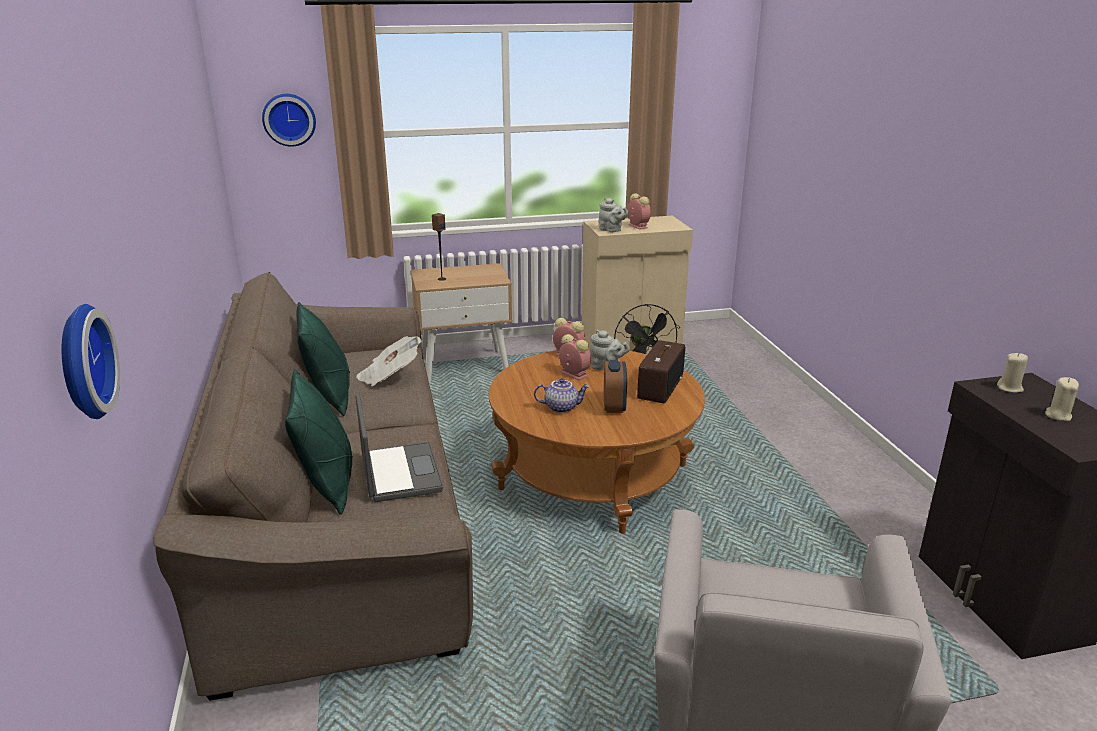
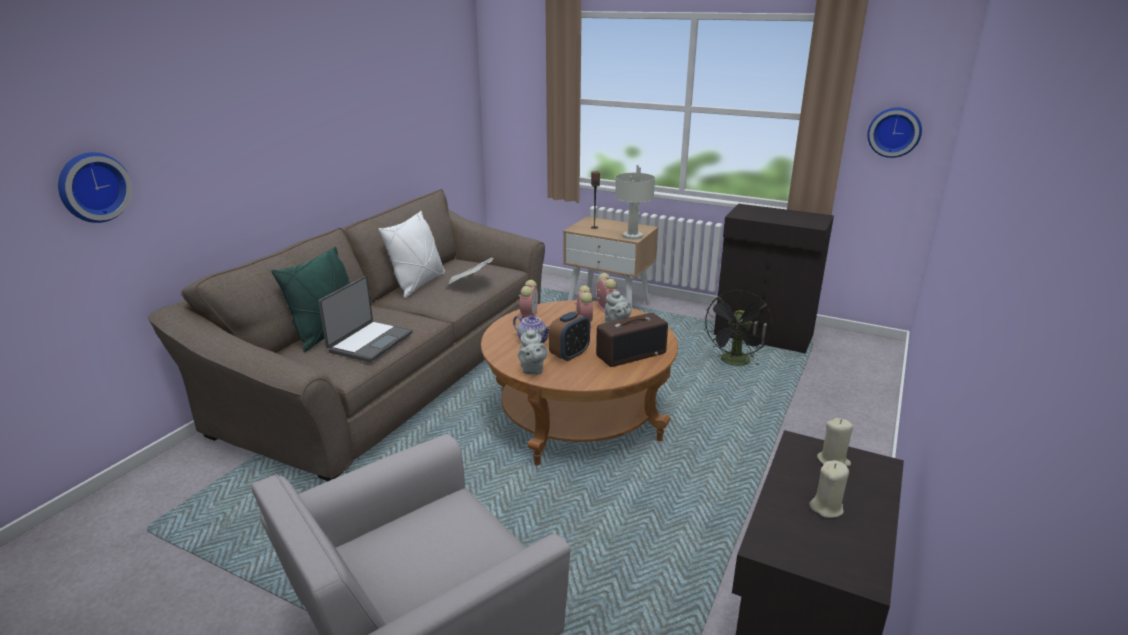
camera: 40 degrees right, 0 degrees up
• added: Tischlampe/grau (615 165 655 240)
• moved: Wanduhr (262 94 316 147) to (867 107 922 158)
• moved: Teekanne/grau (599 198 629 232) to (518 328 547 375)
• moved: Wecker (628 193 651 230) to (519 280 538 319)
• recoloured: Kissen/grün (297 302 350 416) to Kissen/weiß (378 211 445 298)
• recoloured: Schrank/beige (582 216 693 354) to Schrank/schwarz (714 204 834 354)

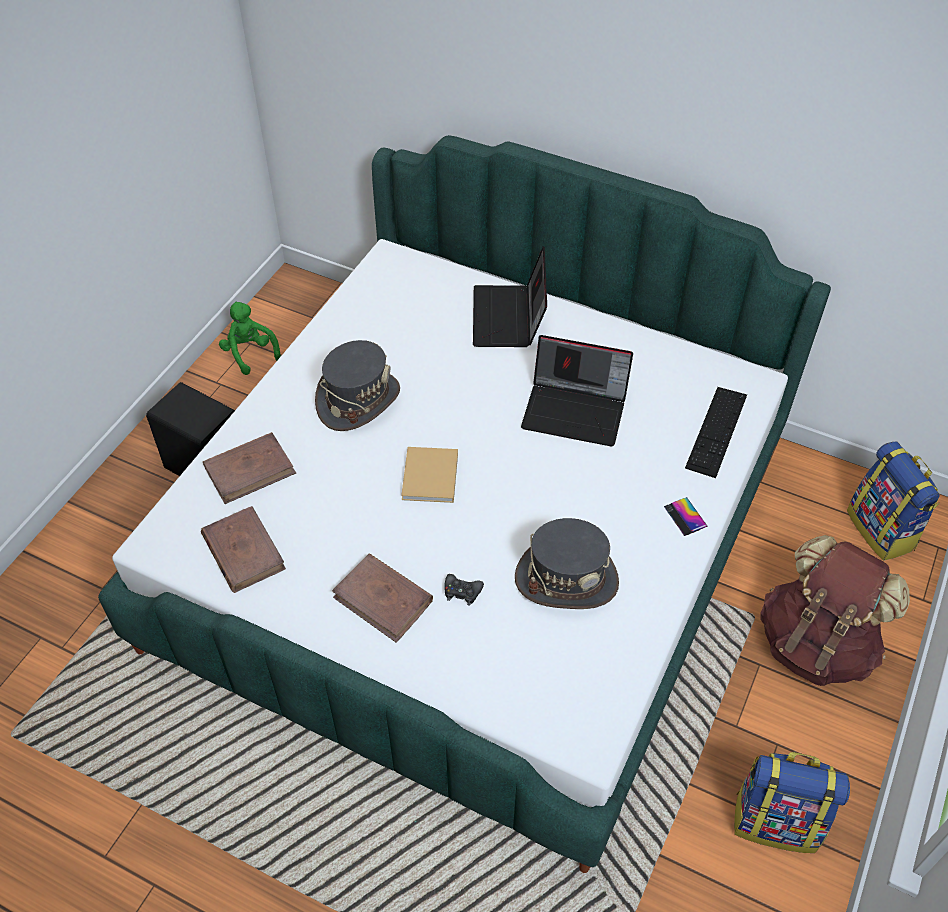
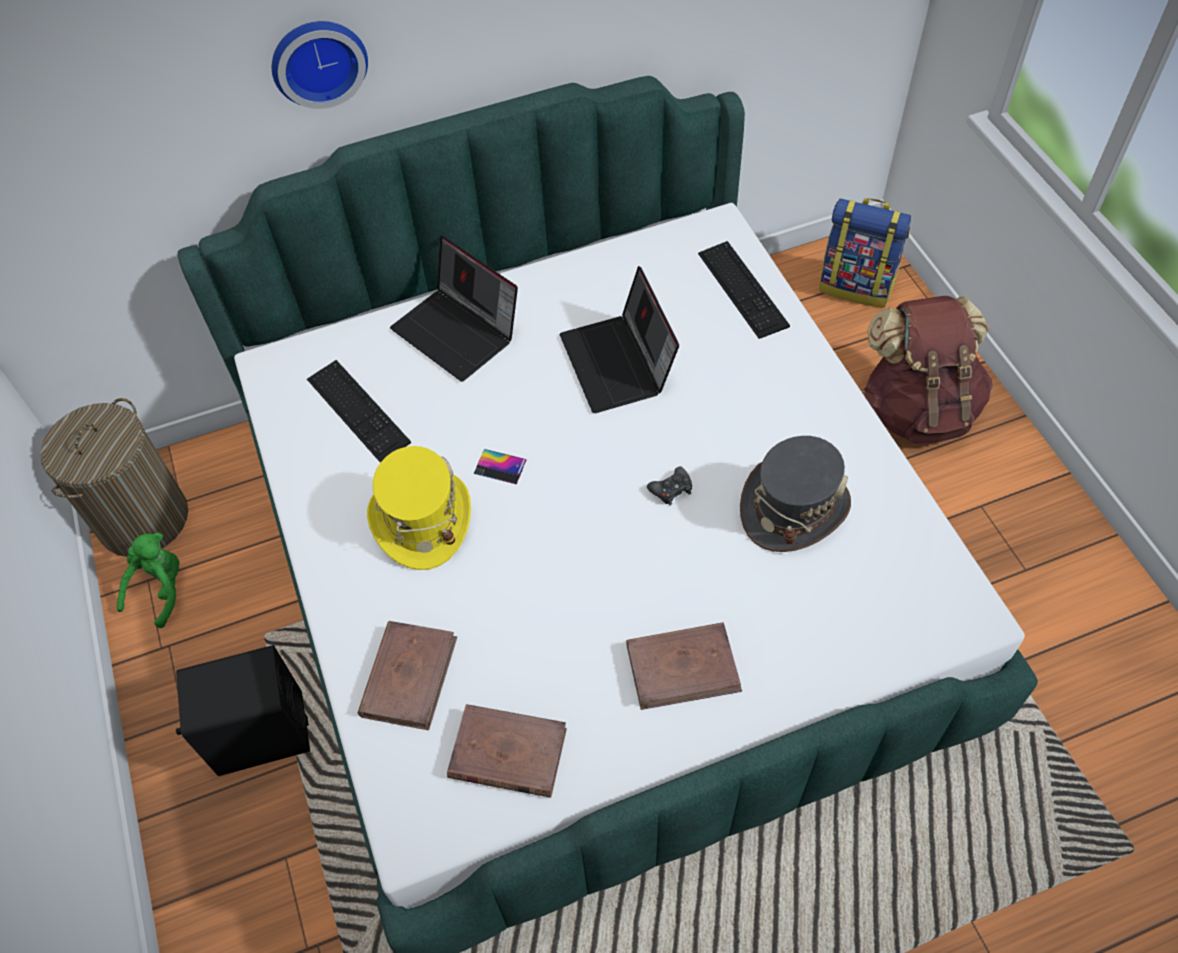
camera: 45 degrees left, 5 degrees up
• removed: Buch/beige (401 447 458 503)
• removed: Rucksack (734 752 850 853)
• added: Wäschekorb (40 398 188 557)
• added: Wanduhr (272 21 368 109)
• added: Tastatur (307 360 411 463)
• moved: Gamepad/schwarz (444 574 484 606) to (647 466 692 505)
• moved: Handy (664 497 708 536) to (474 449 527 484)
• recoloured: Hut/grau (315 340 400 431) to Hut/gelb (367 446 471 570)
• turned: Plüschtier/grün (219 302 281 375) = (117 533 180 628) 105 degrees clockwise
• turned: Laptop (521 335 633 446) = (559 266 679 413) 105 degrees clockwise

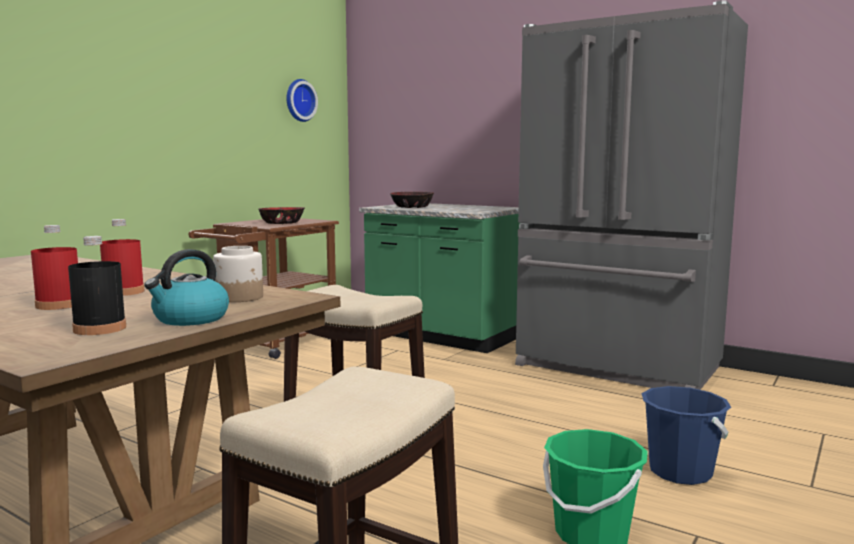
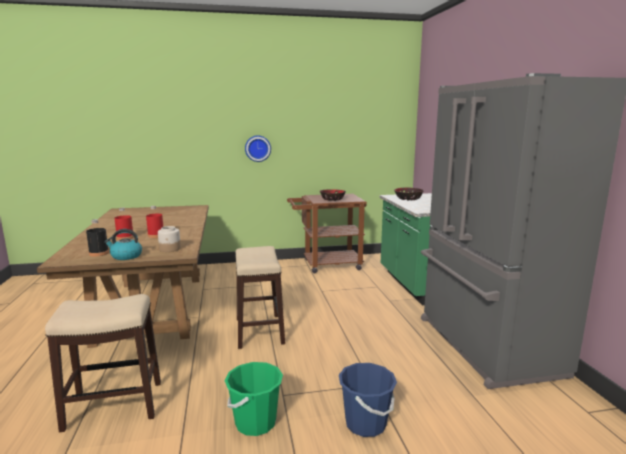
camera: 45 degrees right, 5 degrees up
• moved: Wanduhr (286 79 318 122) to (245 135 271 162)

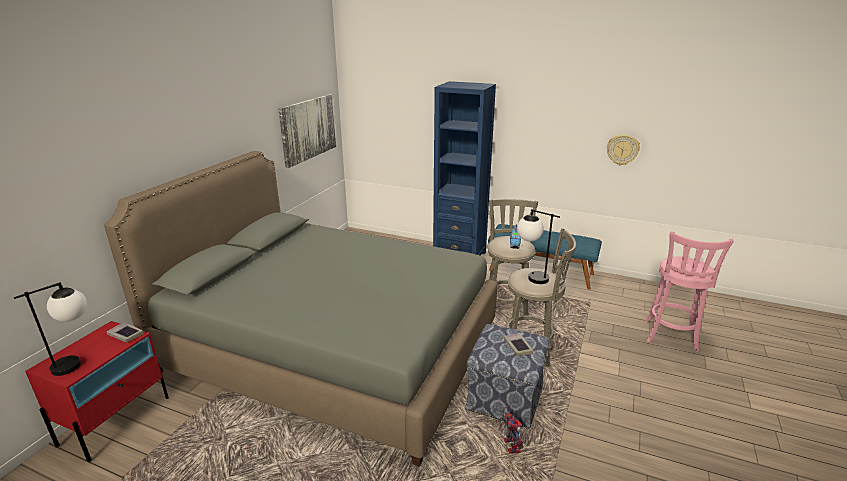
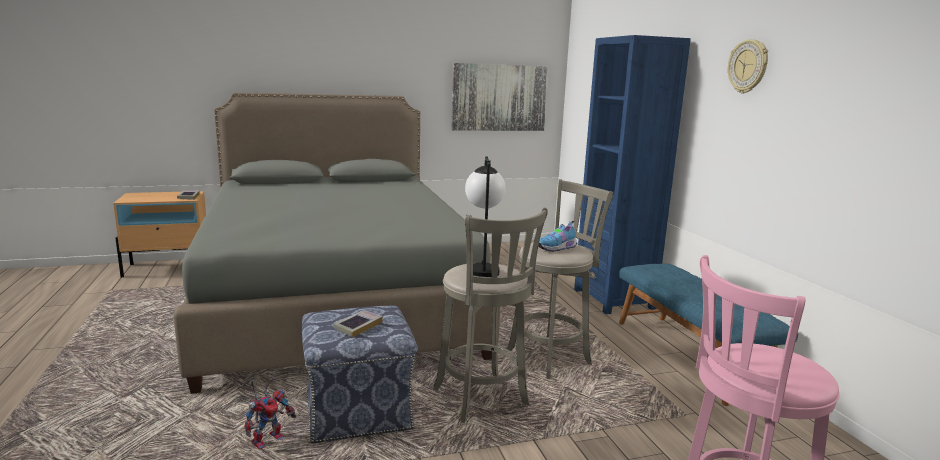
camera: 50 degrees right, 10 degrees down
• removed: Tischlampe (14 282 87 376)
• moved: Wanduhr (607 135 640 165) to (728 39 768 94)
• recoloured: Nachttisch/rot (25 321 169 462) to Nachttisch/beige (113 191 206 277)

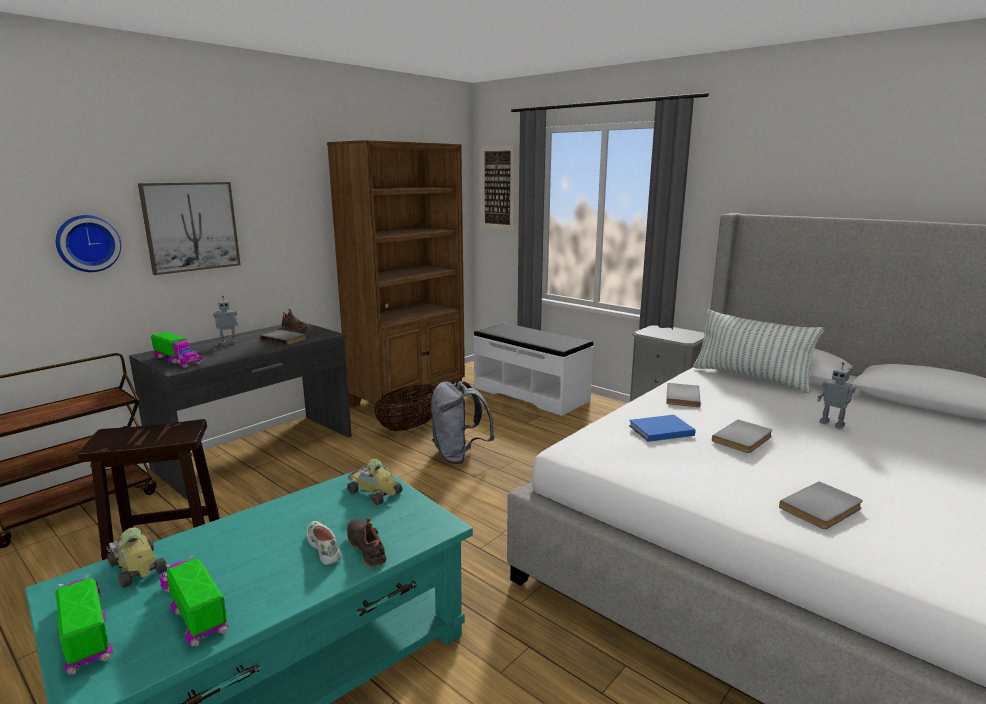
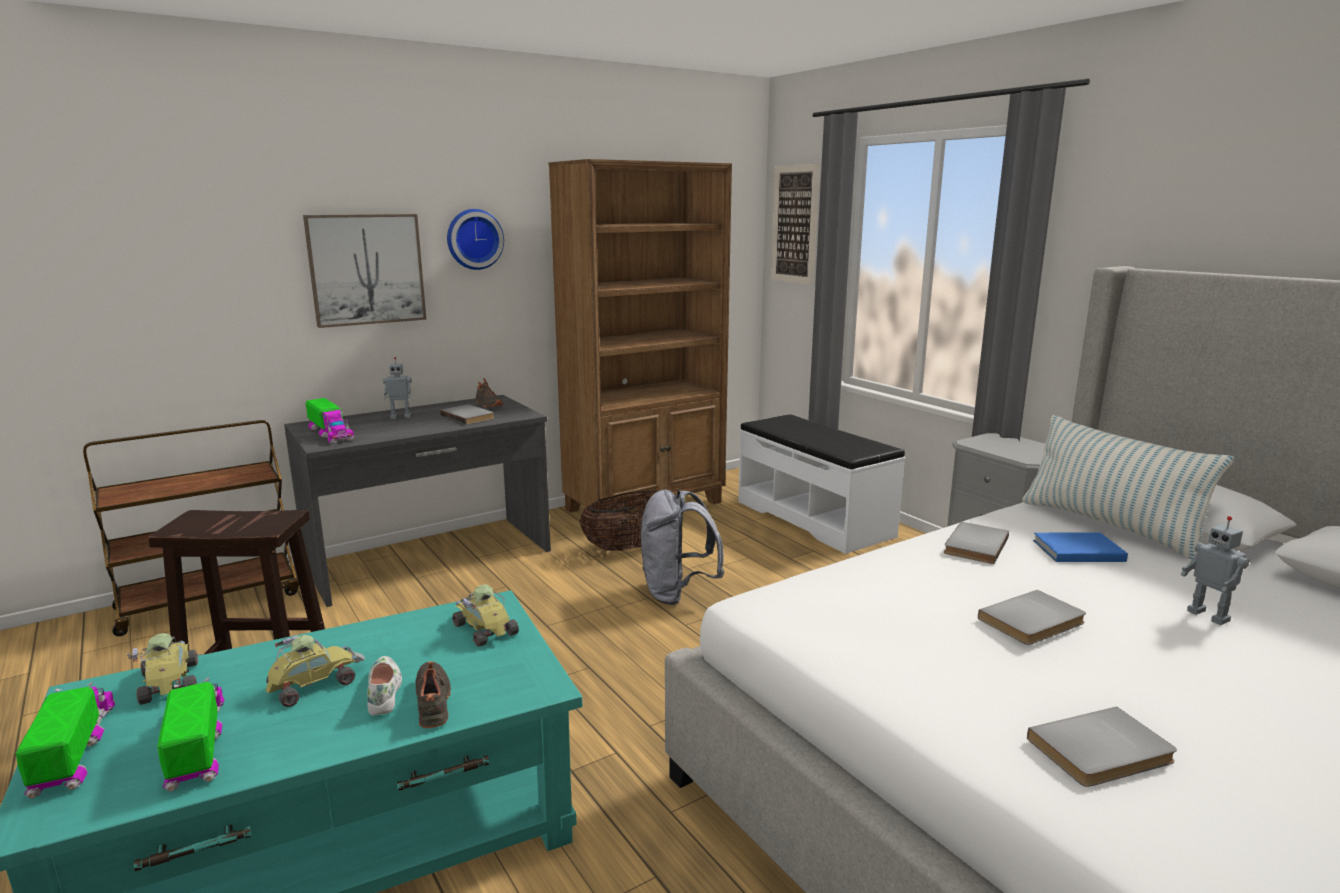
camera: 15 degrees right, 0 degrees up
• added: Spielzeugauto (266 635 365 707)
• moved: Wanduhr (56 215 121 272) to (447 209 504 270)
• moved: Buch/blau (629 415 696 442) to (1033 532 1128 562)

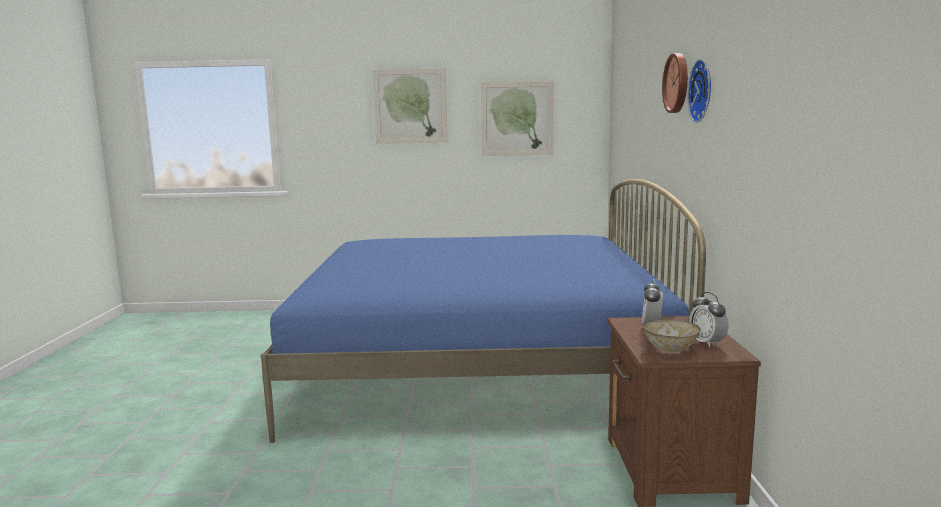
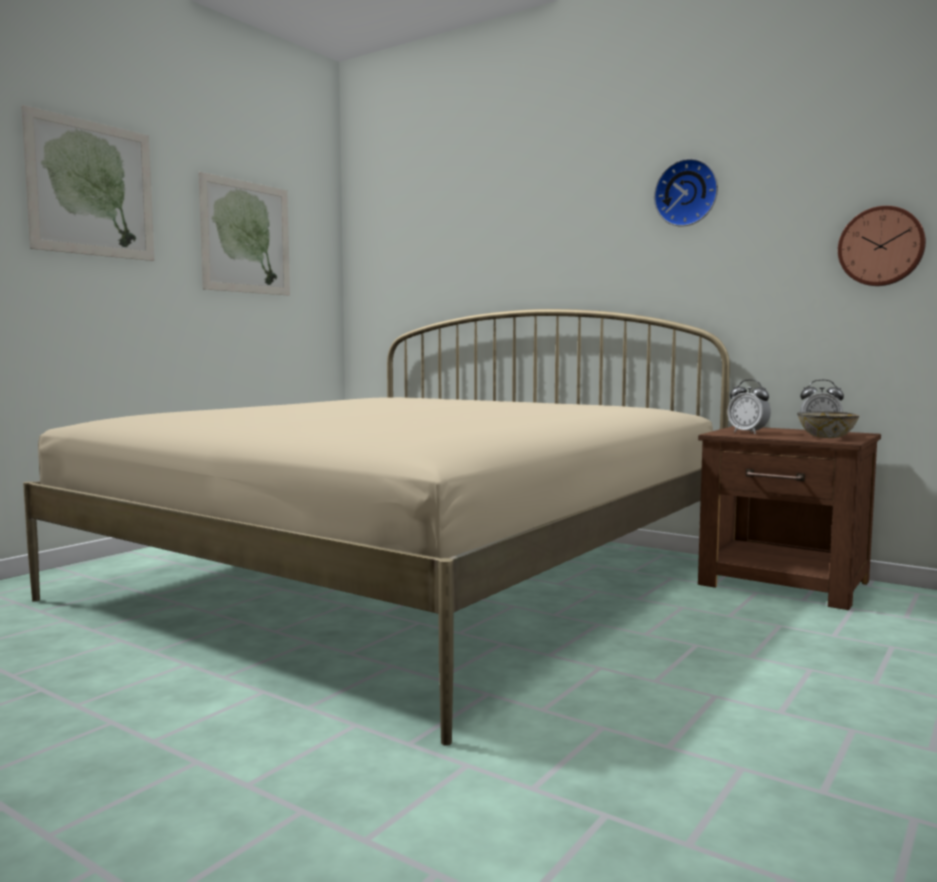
camera: 55 degrees left, 5 degrees down
• moved: Wanduhr (662 53 688 113) to (838 206 926 286)
• recoloured: Bett/blau (261 179 706 443) to Bett/beige (23 309 730 746)

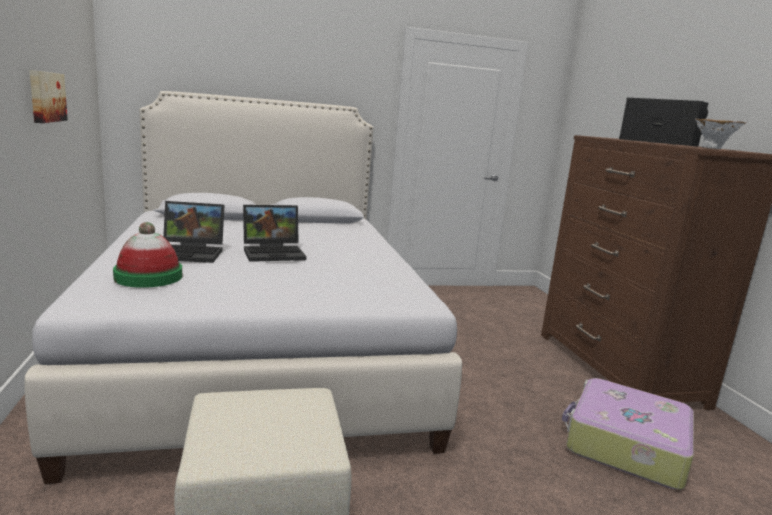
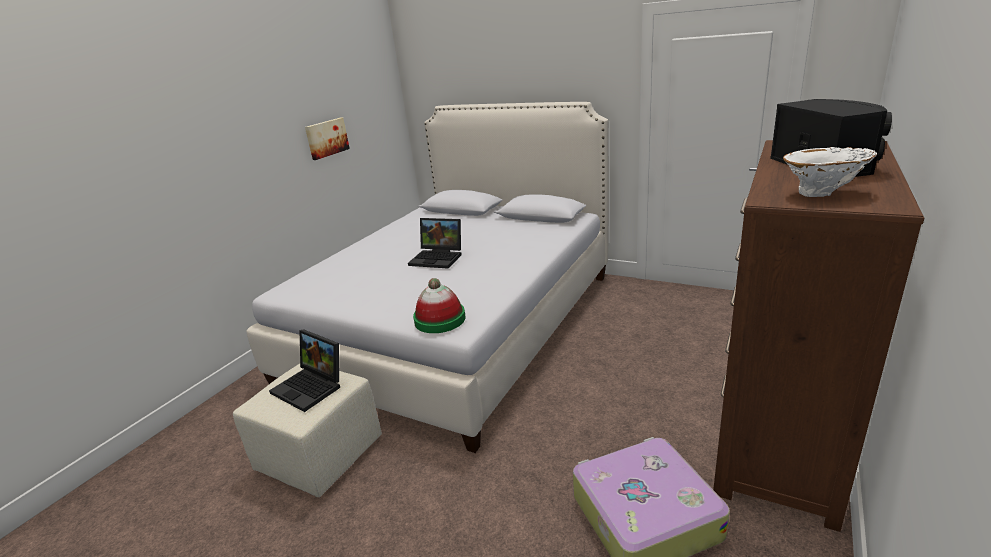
camera: 45 degrees right, 10 degrees up
• moved: Hut (113 222 182 288) to (413 278 465 333)
• moved: Laptop (163 201 225 263) to (269 329 340 412)

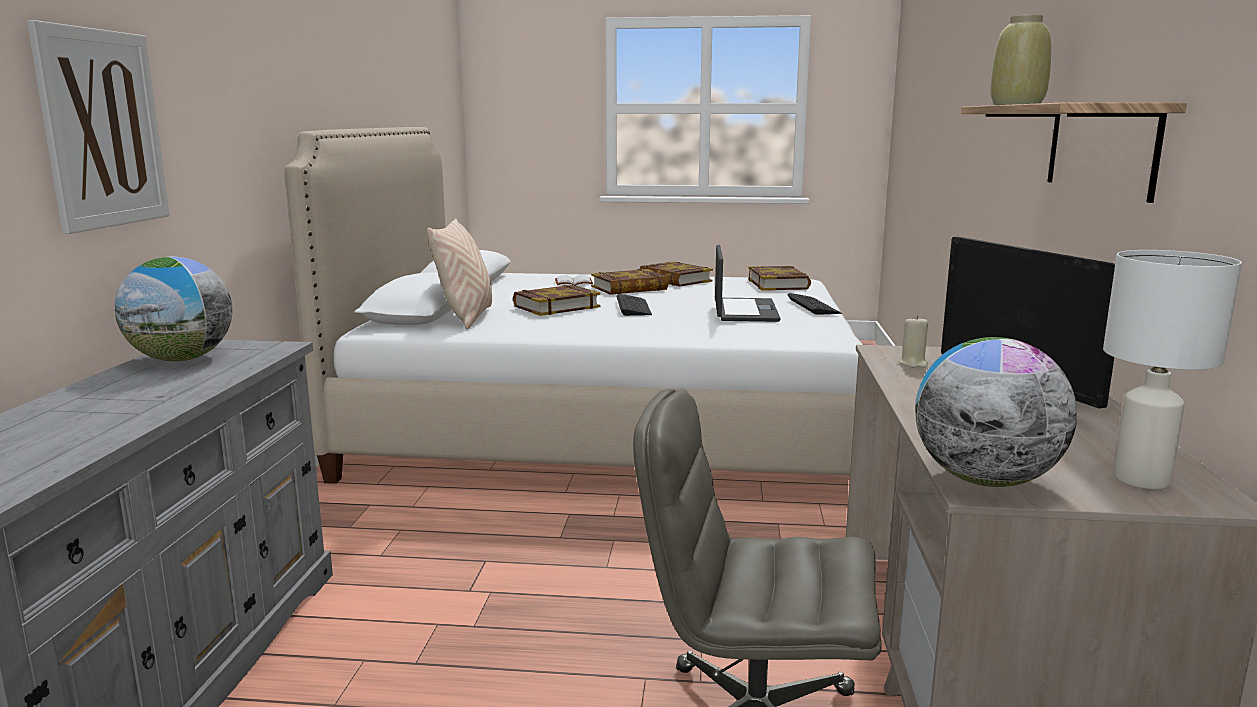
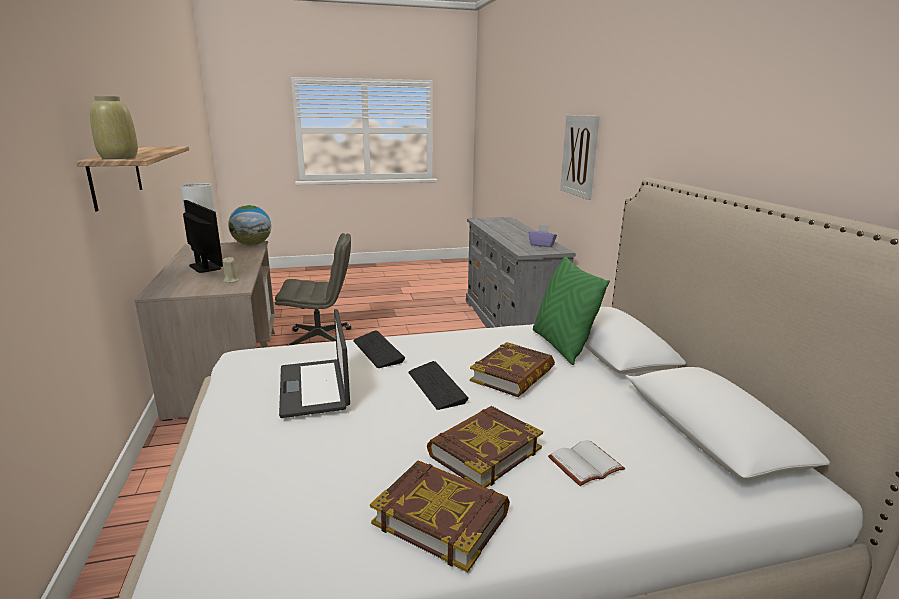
camera: 160 degrees right, 5 degrees up
• removed: Buch (748 266 811 291)
• moved: Tastatur (788 293 842 315) to (353 330 405 368)
• replaced: Globus (115 257 232 362) to Taschentuchbox/lila (528 224 557 247)
• recoloured: Kissen/beige (427 218 492 329) to Kissen/grün (533 255 610 365)

